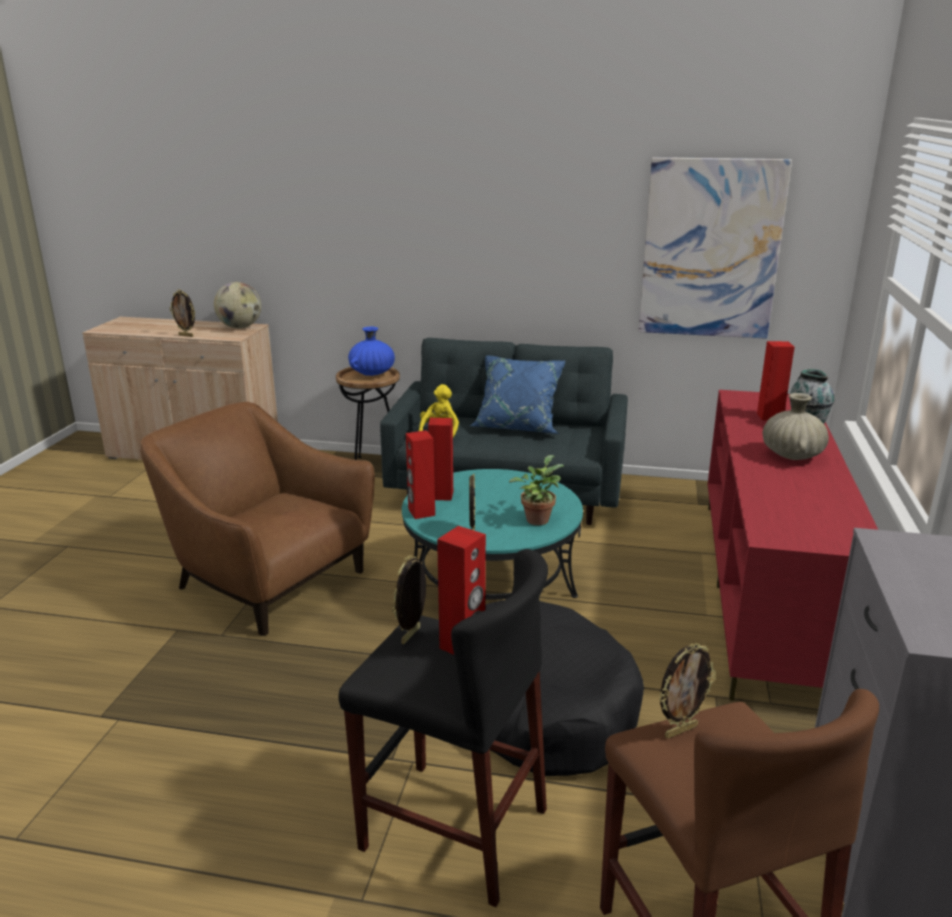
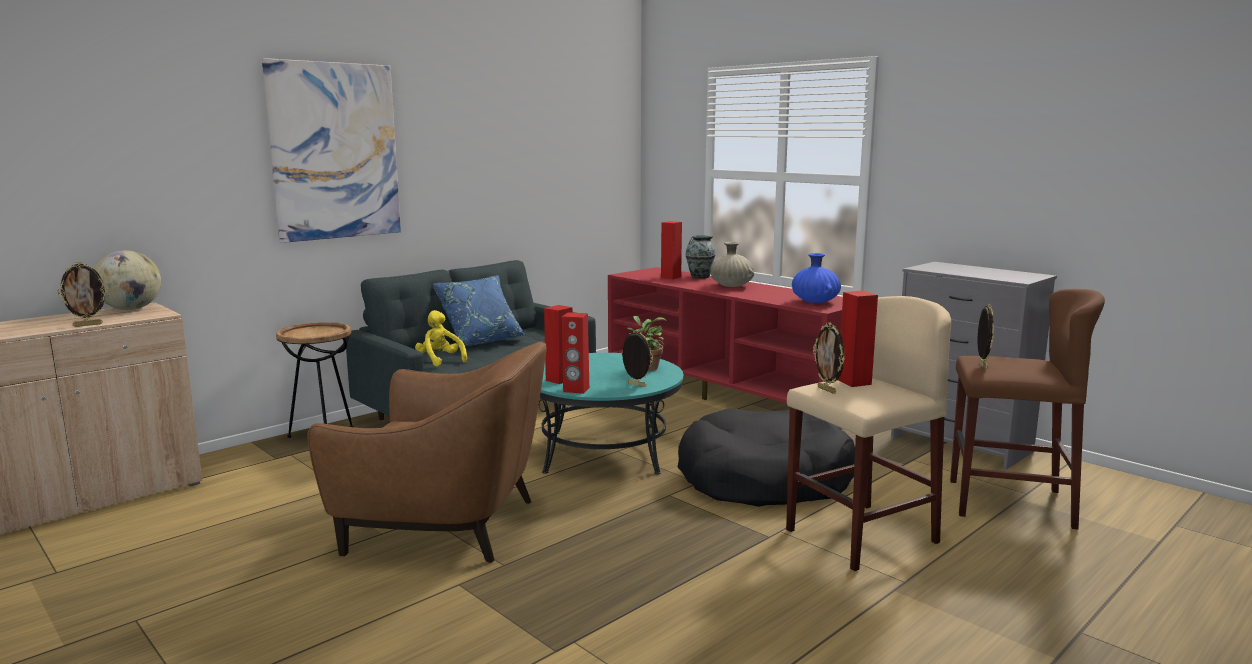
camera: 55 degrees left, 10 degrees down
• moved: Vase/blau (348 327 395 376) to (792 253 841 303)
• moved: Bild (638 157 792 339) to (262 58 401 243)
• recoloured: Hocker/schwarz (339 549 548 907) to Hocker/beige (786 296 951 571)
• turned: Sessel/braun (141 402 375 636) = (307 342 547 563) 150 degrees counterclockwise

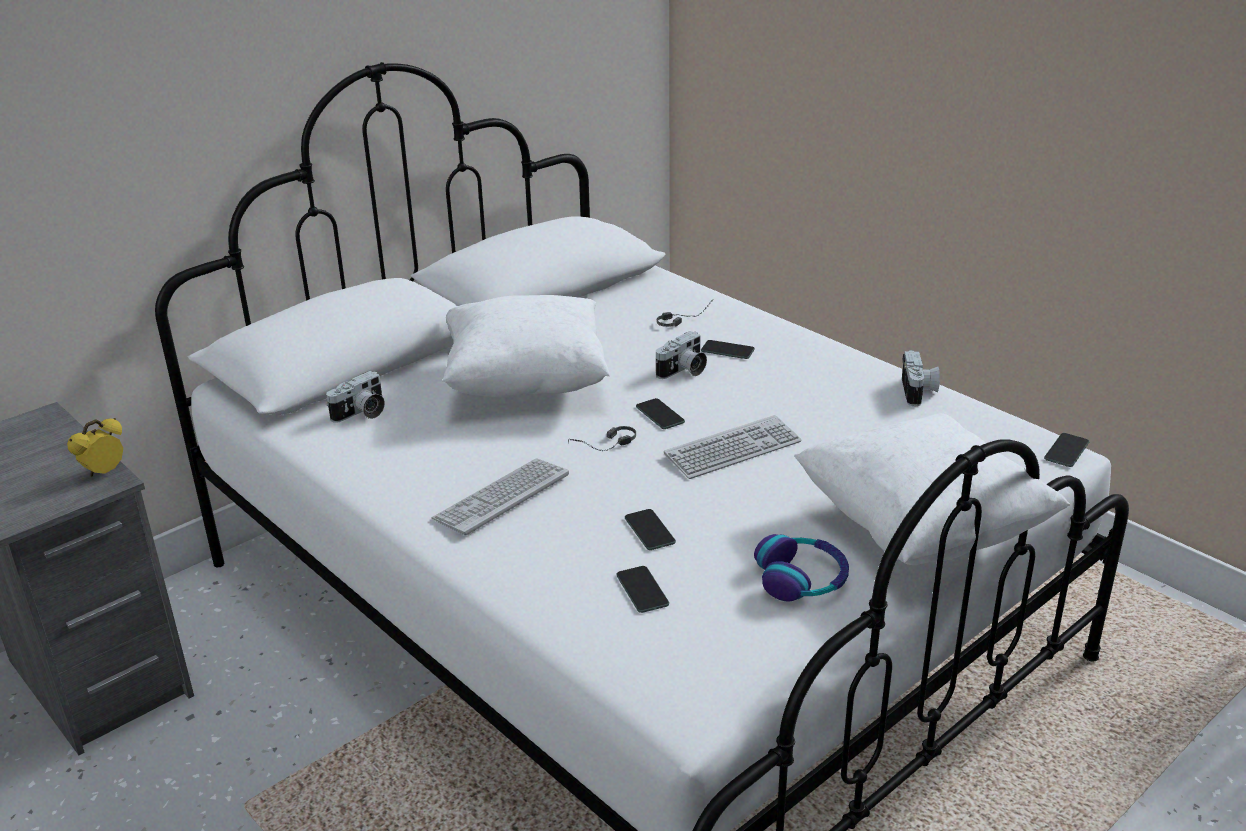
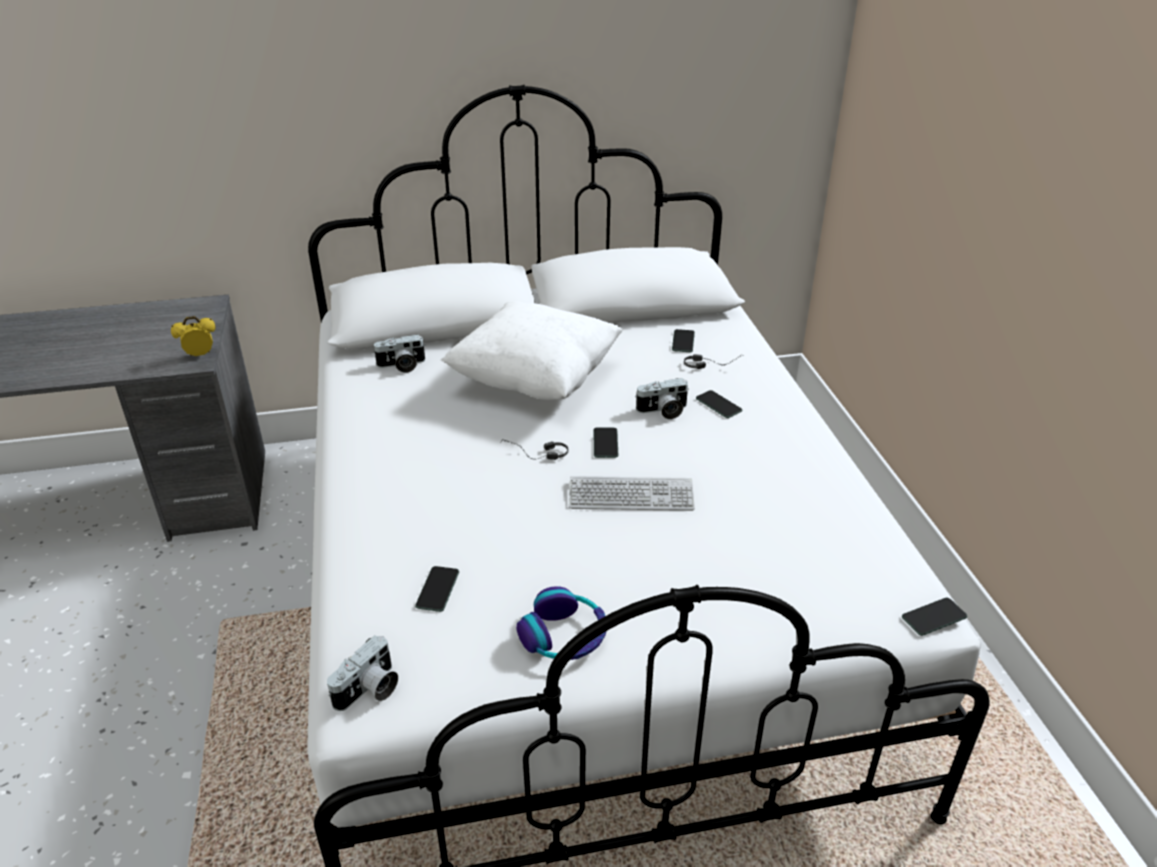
camera: 30 degrees right, 5 degrees up
• removed: Tastatur (431 458 569 536)
• removed: Kissen/weiß (794 413 1071 565)
• moved: Handy (625 509 676 550) to (672 329 695 352)
• moved: Kamera (902 350 940 406) to (327 635 398 711)

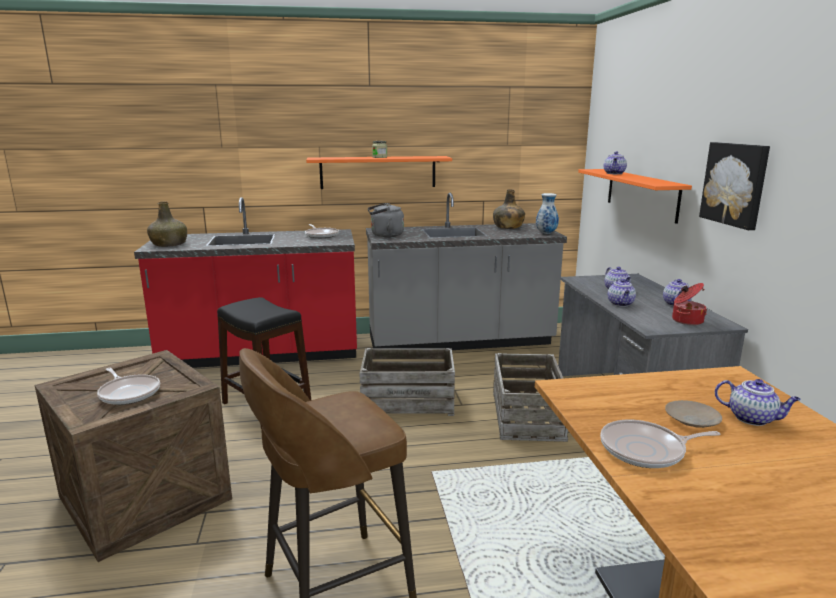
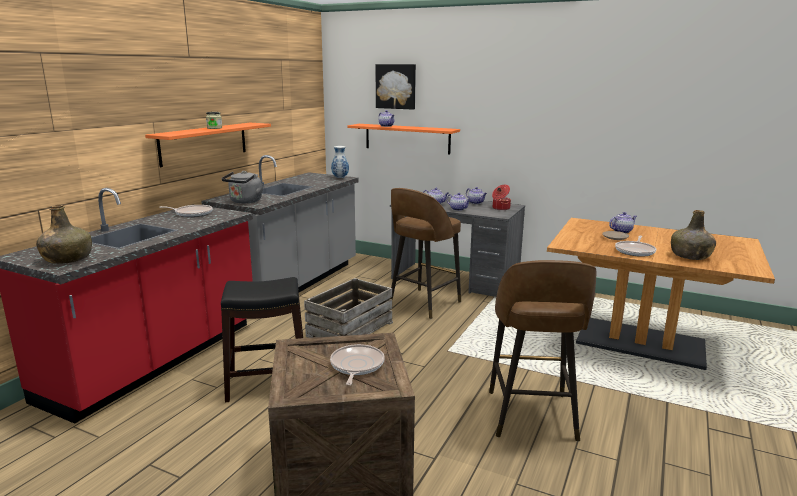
camera: 55 degrees left, 0 degrees up
• moved: Flasche/grün (493 189 525 229) to (671 210 716 260)
• moved: Bild (699 142 770 230) to (376 64 416 110)
• replaced: Kiste (493 353 568 442) to Hocker/braun (390 188 461 319)
• turned: Pfanne (97 368 160 405) = (330 344 384 385) 75 degrees counterclockwise

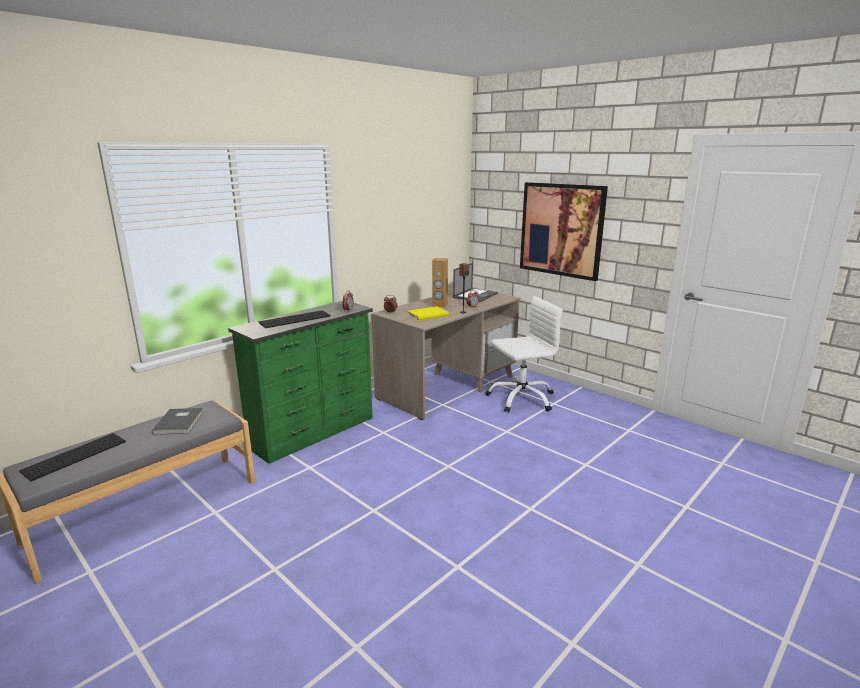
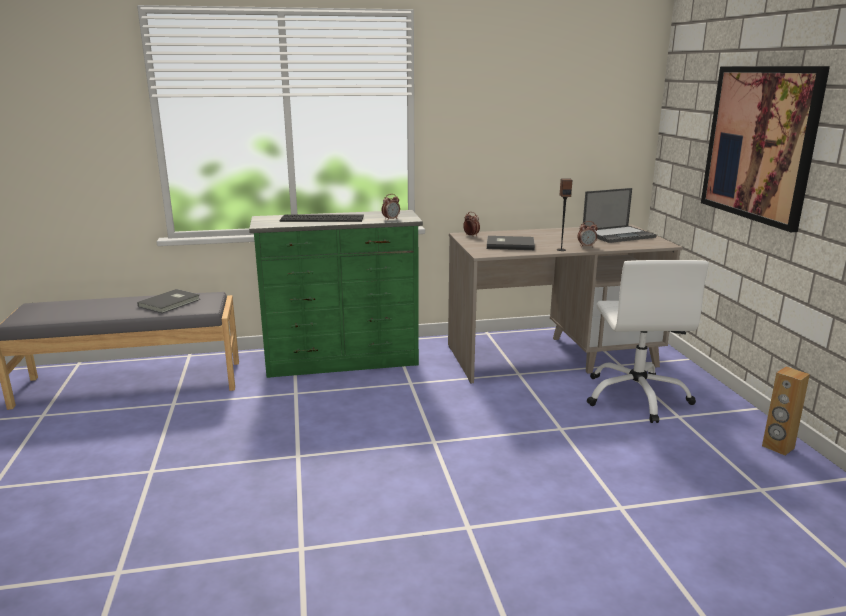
camera: 35 degrees right, 0 degrees up
• removed: Tastatur (19 433 126 481)
• moved: Lautsprecher/braun (432 258 448 308) to (762 367 810 456)
• recoloured: Buch/gelb (408 306 449 321) to Buch/grau (487 236 535 250)
• turned: Bürostuhl/weiß (485 296 563 413) = (586 260 709 423) 75 degrees clockwise

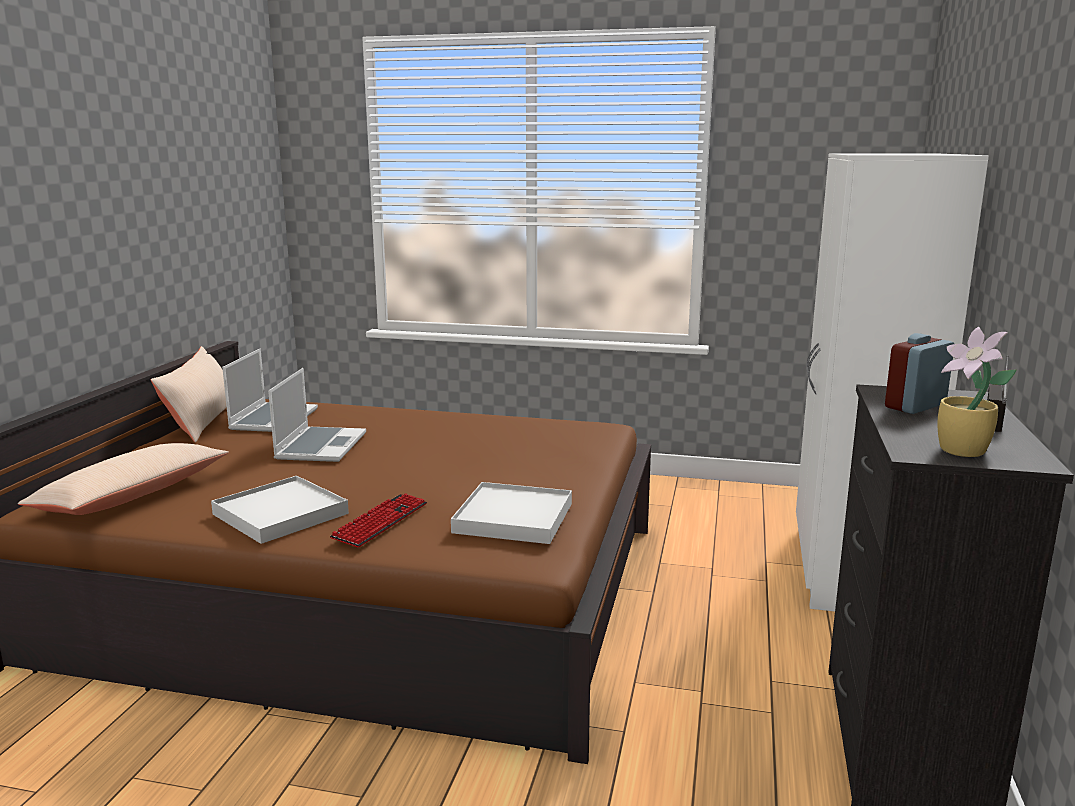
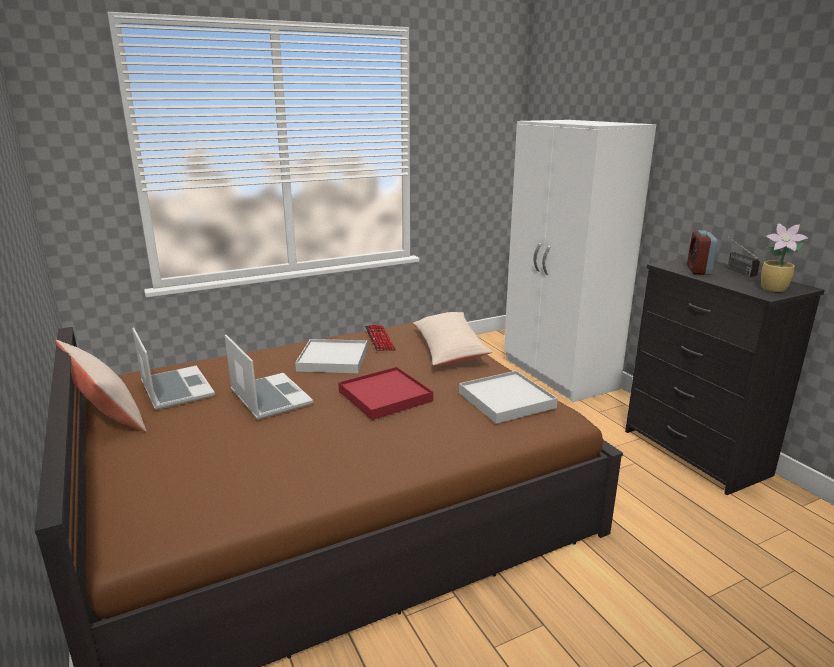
camera: 40 degrees left, 5 degrees up
• added: Tablett/rot (338 367 433 420)
• moved: Kissen/beige (18 443 229 515) to (413 312 493 366)
• moved: Tablett/weiß (211 476 349 544) to (295 339 368 373)
• moved: Tastatur (330 493 427 547) to (365 324 396 351)

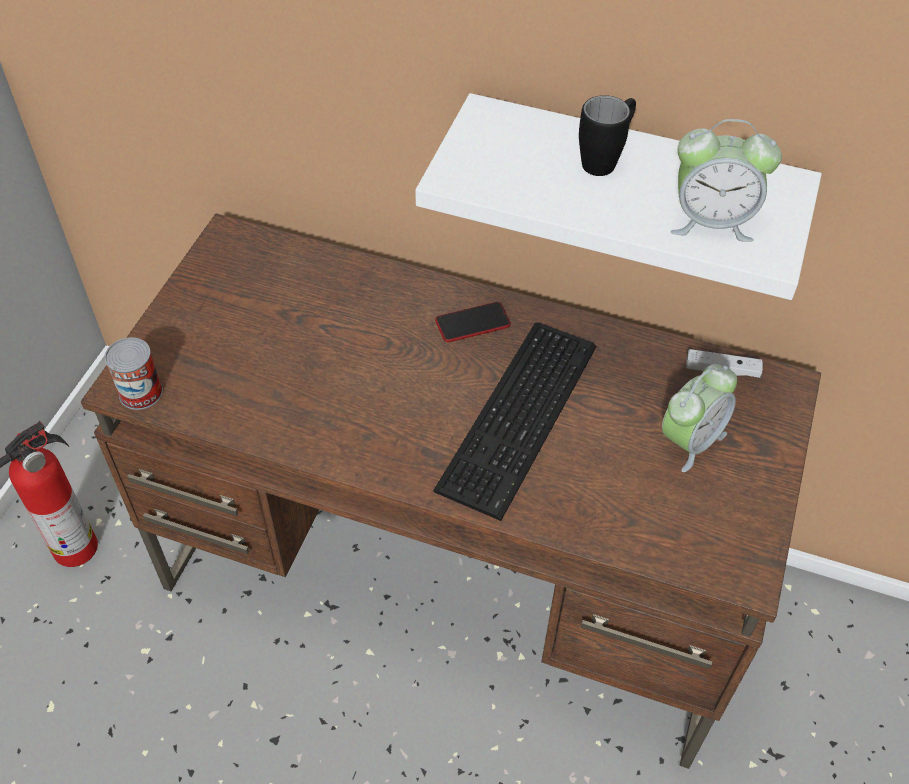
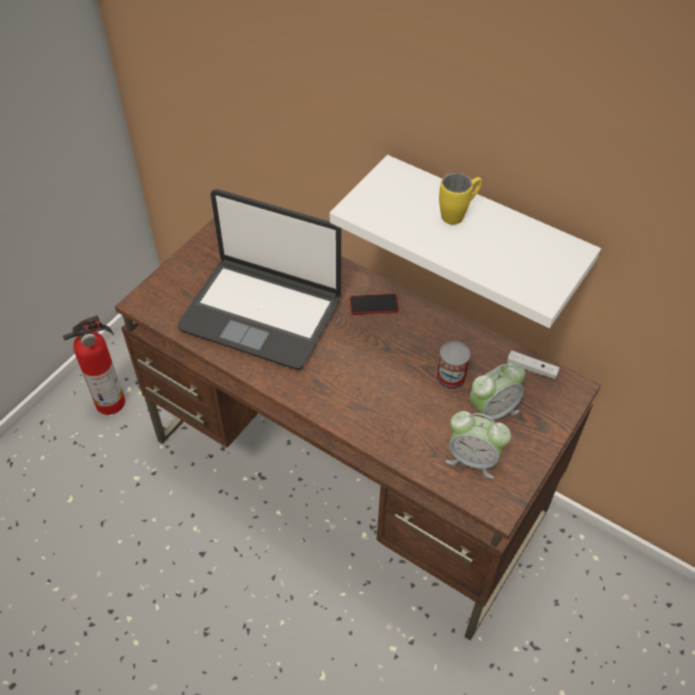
camera: 15 degrees right, 0 degrees up
• removed: Tastatur (433 323 597 521)
• added: Laptop (177 189 341 370)
• moved: Dose (105 337 163 410) to (436 341 470 390)
• moved: Wecker (670 119 782 242) to (446 411 511 478)
• recoloured: Henkelbecher/schwarz (579 95 636 176) to Henkelbecher/gelb (439 173 482 225)

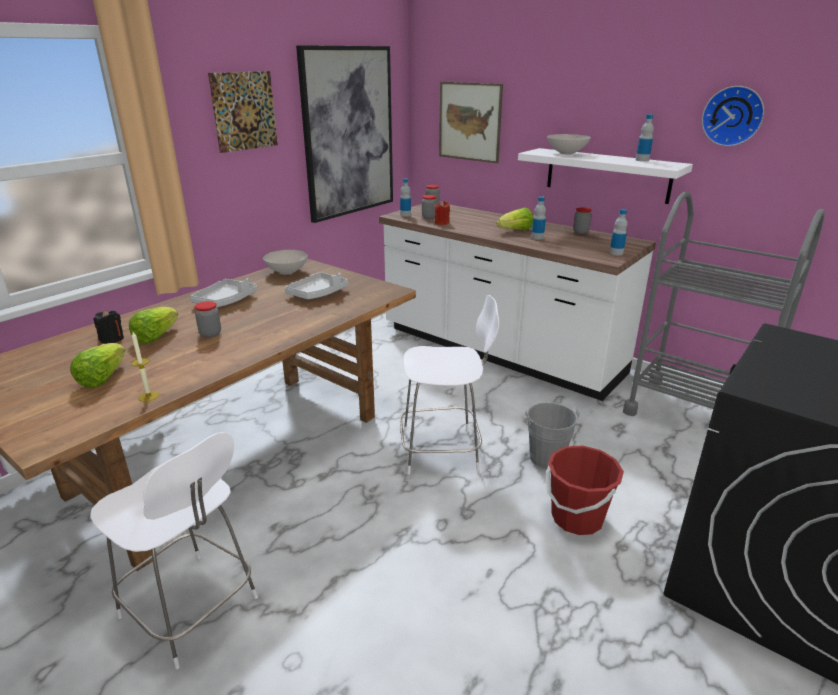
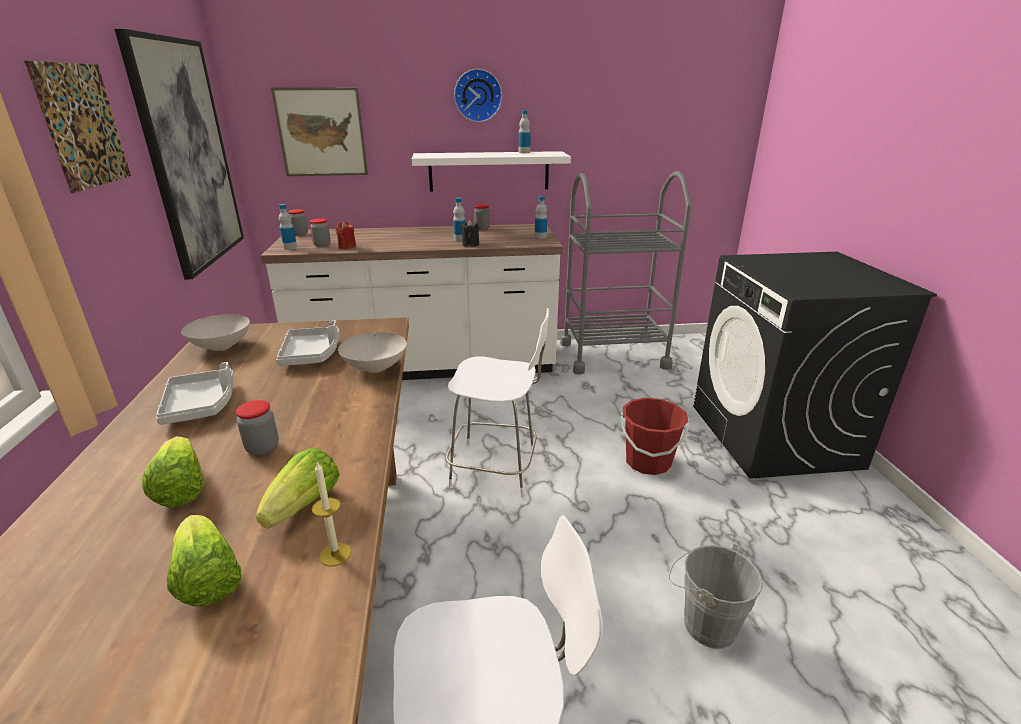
camera: 45 degrees left, 0 degrees up
• moved: Kerze/schwarz (94 310 124 344) to (461 220 479 247)
• moved: Salatkopf (497 208 533 230) to (256 447 340 529)
• moved: Eimer/grau (525 402 580 469) to (669 543 763 649)
• moved: Schüssel/weiß (547 134 591 155) to (338 332 407 373)
• moved: Wanduhr (702 86 764 146) to (454 69 502 122)
• turned: Stuhl/weiß (400 295 499 474) = (446 308 550 497) 60 degrees clockwise

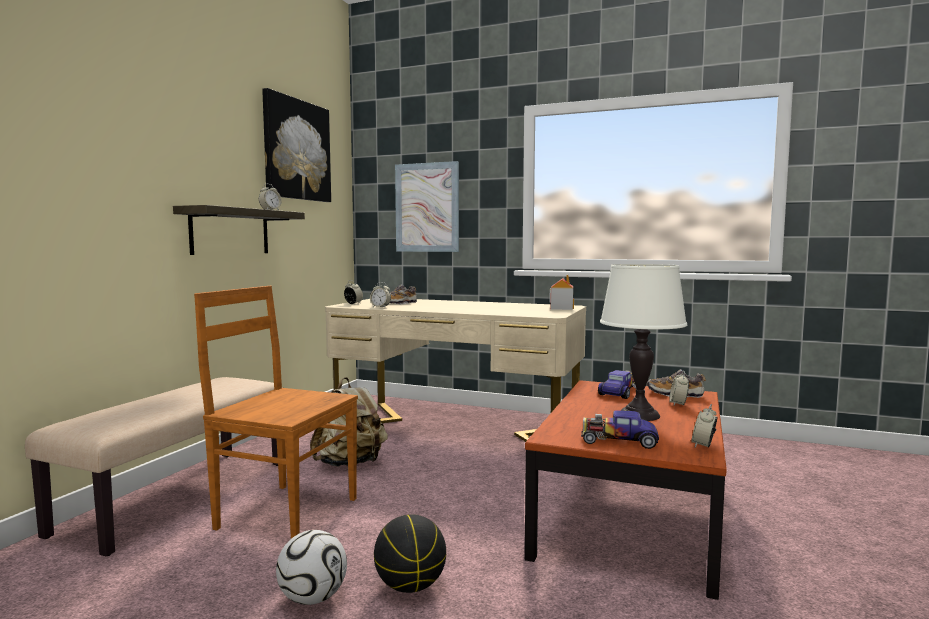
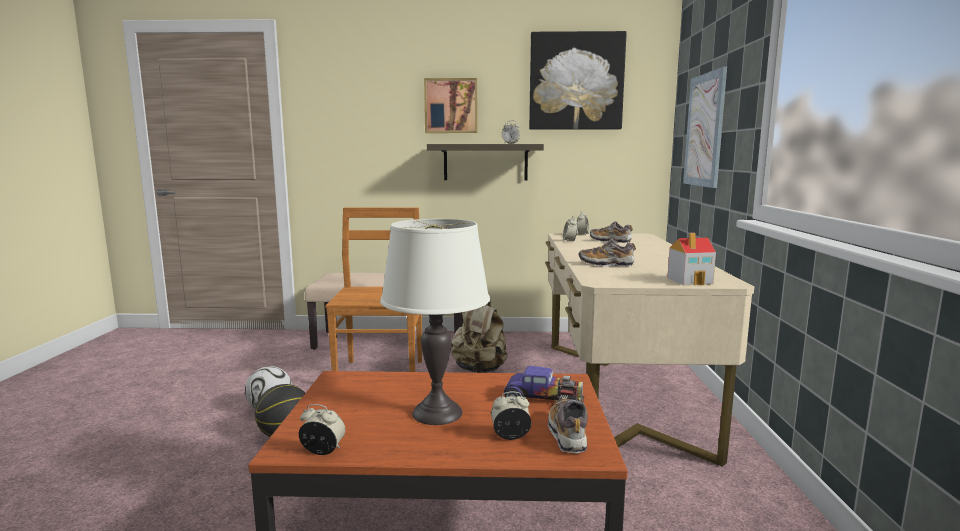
camera: 70 degrees right, 5 degrees up
• removed: Spielzeugauto (581 410 659 449)
• added: Bild (424 78 477 133)
• added: Schuh (579 239 636 267)

